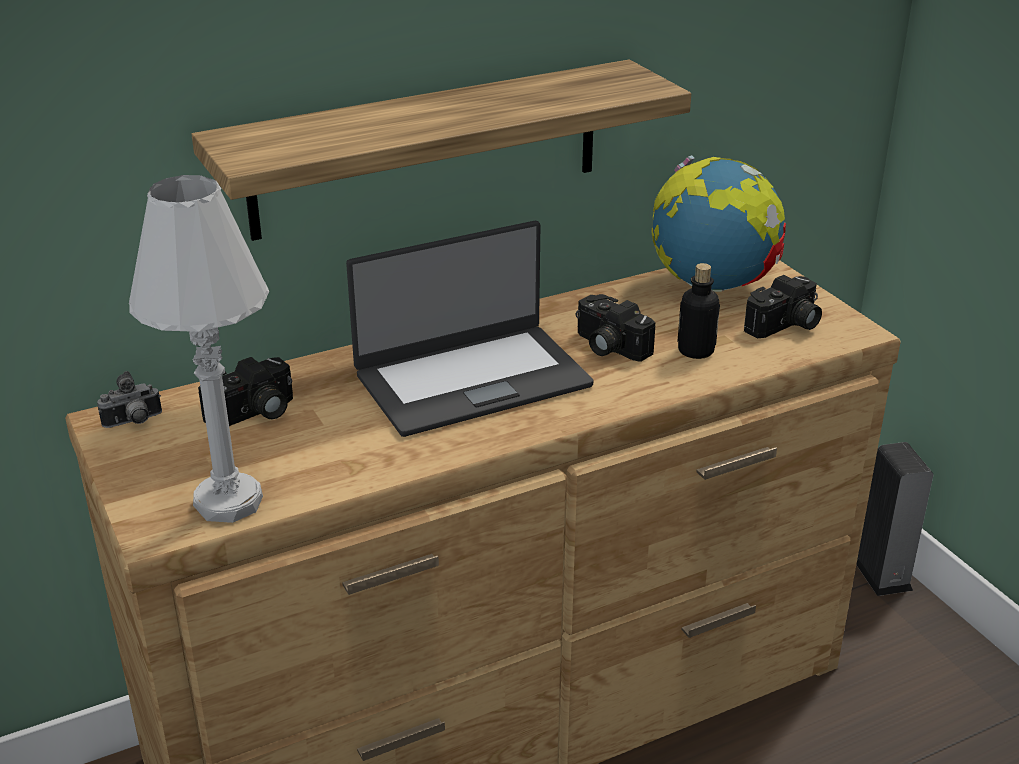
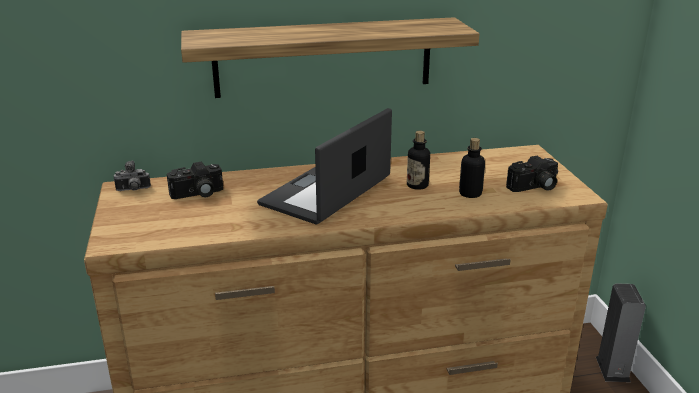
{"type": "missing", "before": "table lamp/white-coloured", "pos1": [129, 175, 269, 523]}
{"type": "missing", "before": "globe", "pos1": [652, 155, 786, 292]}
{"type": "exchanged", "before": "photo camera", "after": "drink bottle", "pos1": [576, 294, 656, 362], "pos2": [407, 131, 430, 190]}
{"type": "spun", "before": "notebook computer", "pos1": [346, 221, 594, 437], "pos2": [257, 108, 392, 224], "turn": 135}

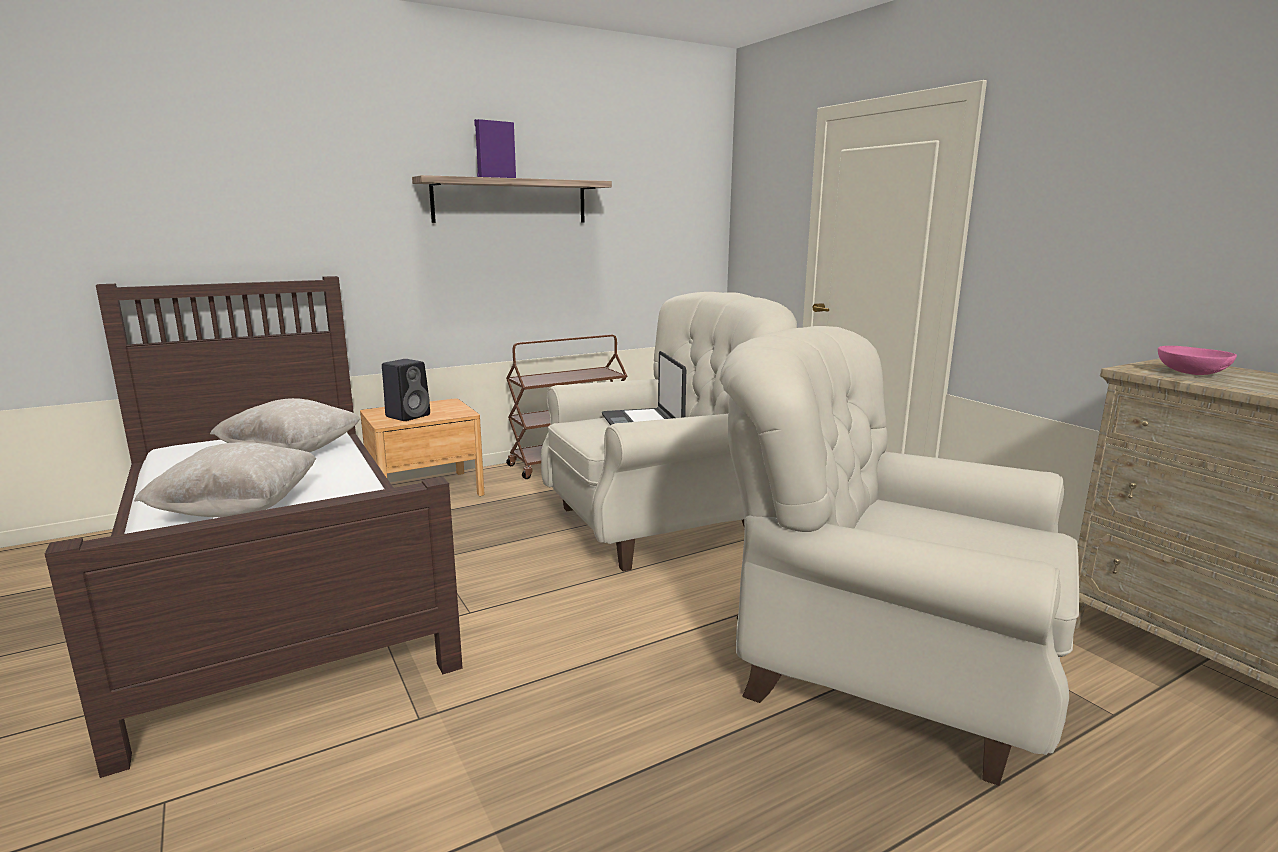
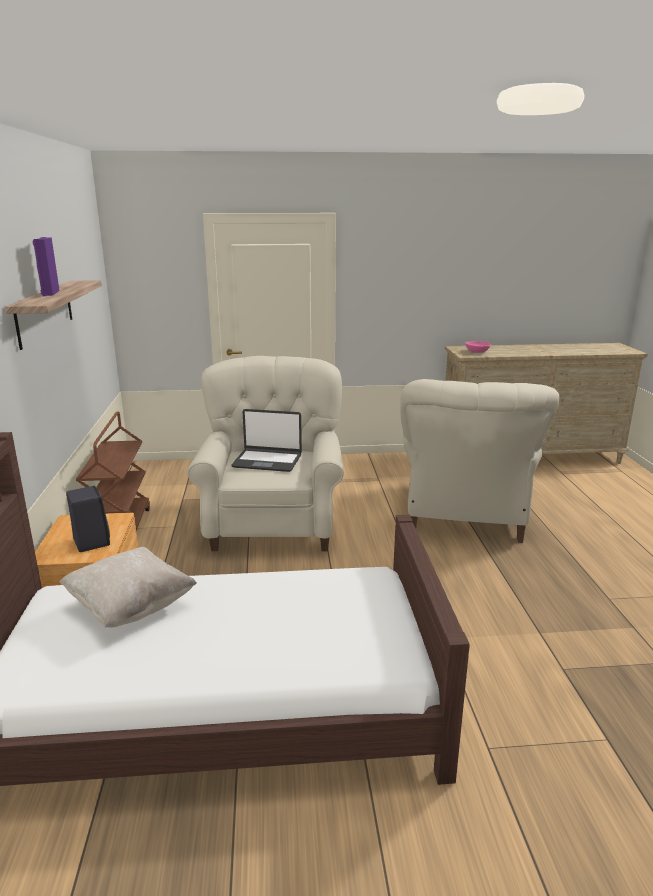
{"type": "missing", "before": "pillow/sand-coloured", "pos1": [134, 442, 316, 517]}
{"type": "spun", "before": "easy chair/sand-coloured", "pos1": [719, 326, 1079, 786], "pos2": [400, 379, 560, 543], "turn": -45}

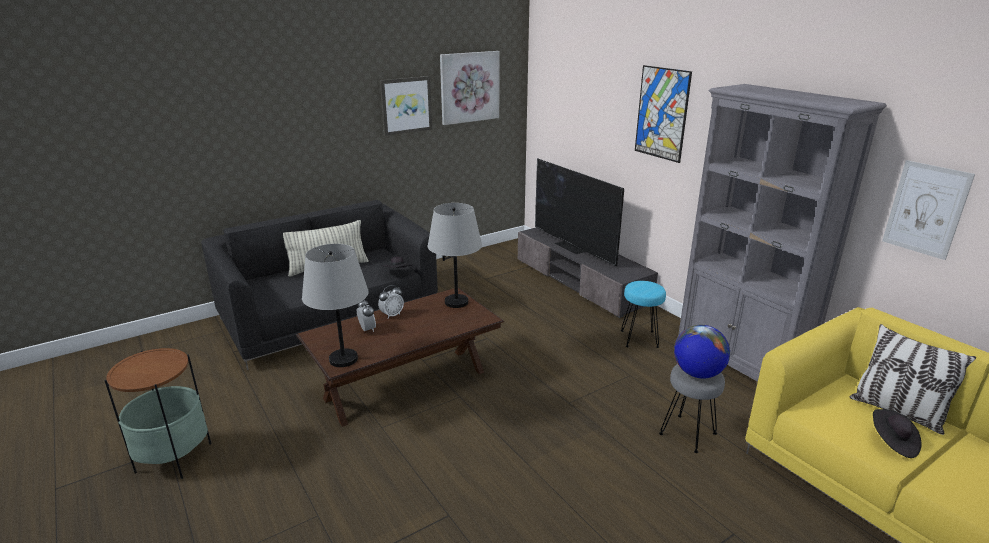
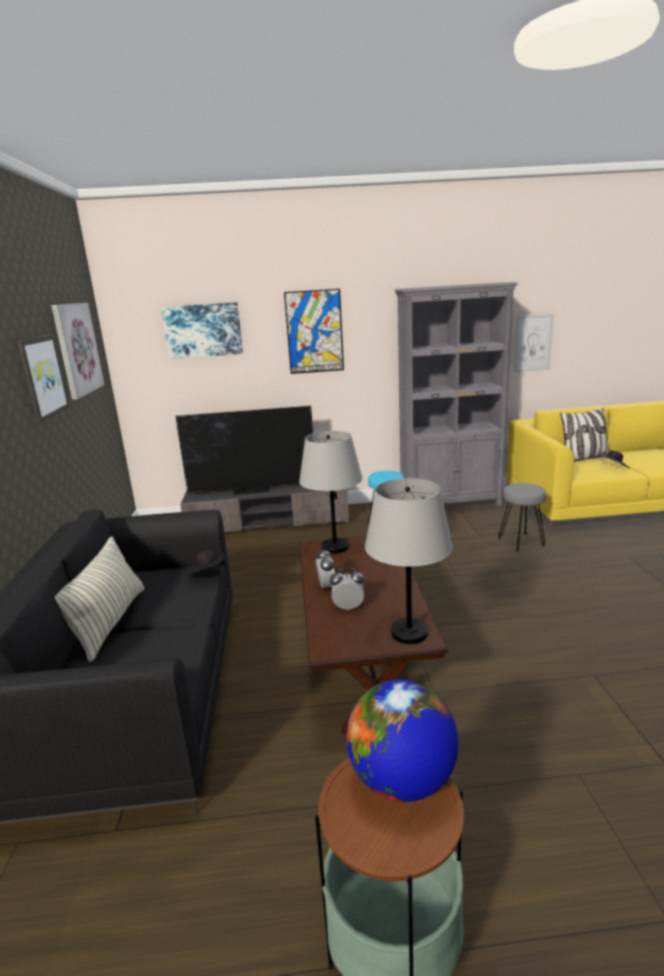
{"type": "appeared", "after": "picture", "pos2": [161, 302, 243, 359]}
{"type": "relocated", "before": "globe", "pos1": [674, 325, 730, 378], "pos2": [346, 679, 459, 802]}

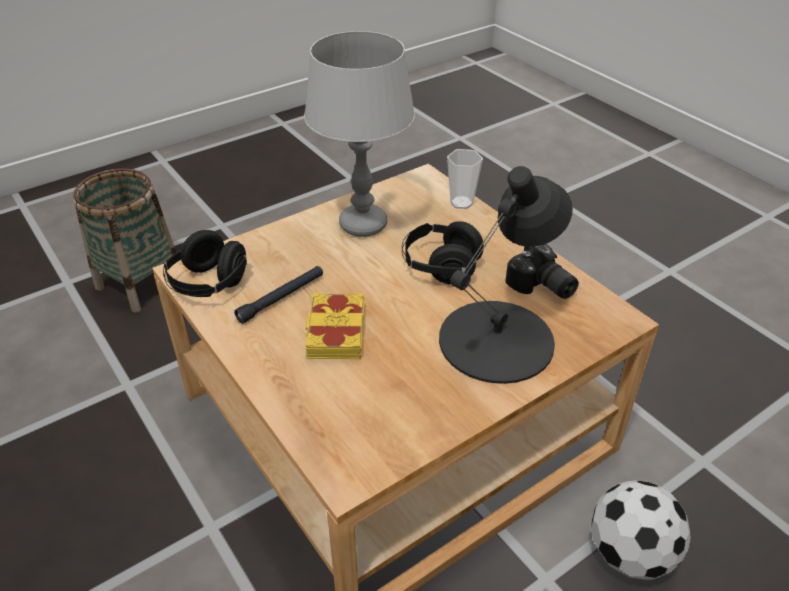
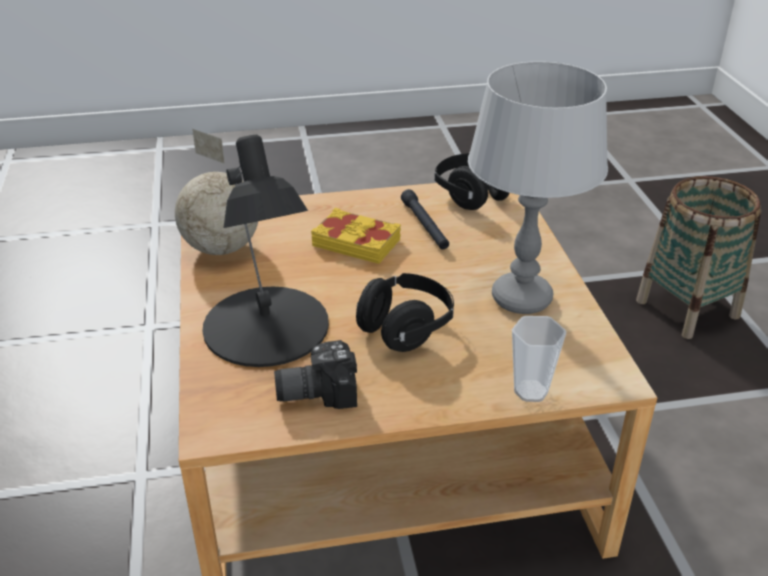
{"type": "missing", "before": "football", "pos1": [591, 480, 691, 579]}
{"type": "appeared", "after": "globe", "pos2": [175, 129, 258, 255]}

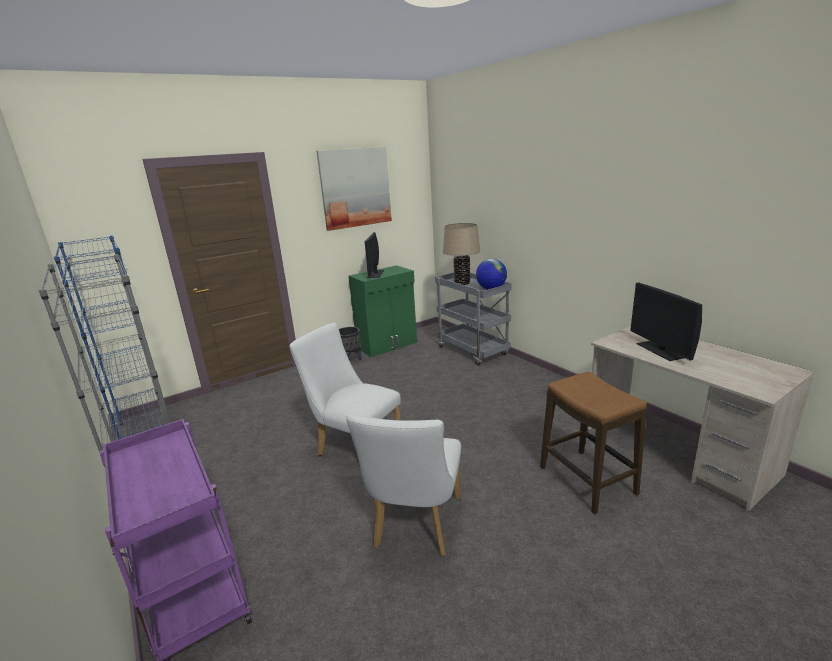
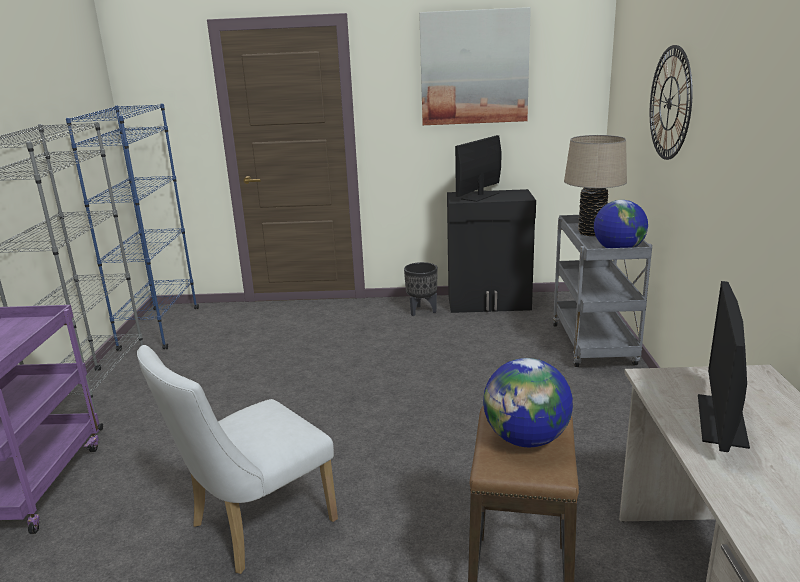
{"type": "missing", "before": "chair/white-coloured", "pos1": [289, 323, 401, 456]}
{"type": "appeared", "after": "globe", "pos2": [483, 358, 573, 448]}
{"type": "appeared", "after": "clock on the wall", "pos2": [650, 45, 693, 160]}
{"type": "colour", "before": "cabinet/green", "after": "cabinet/black-coloured", "pos1": [349, 265, 417, 357], "pos2": [447, 189, 536, 313]}

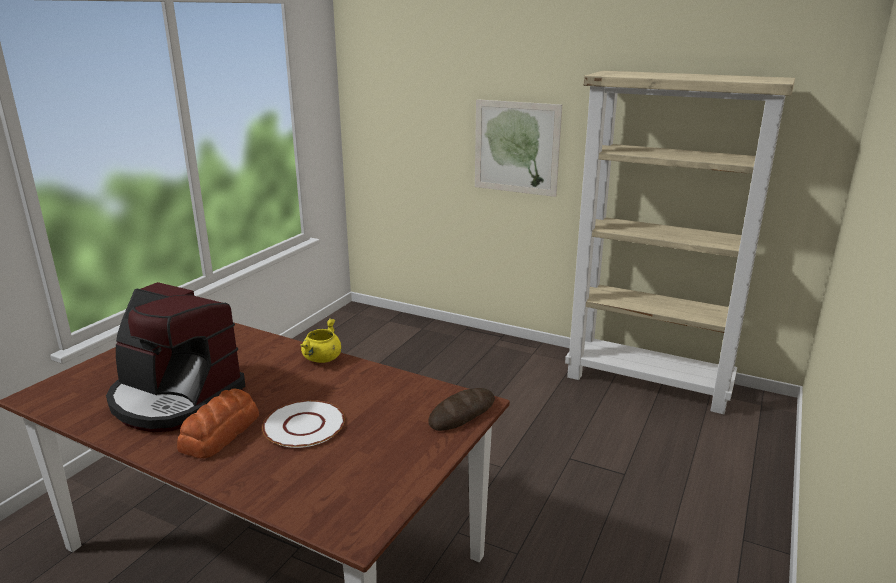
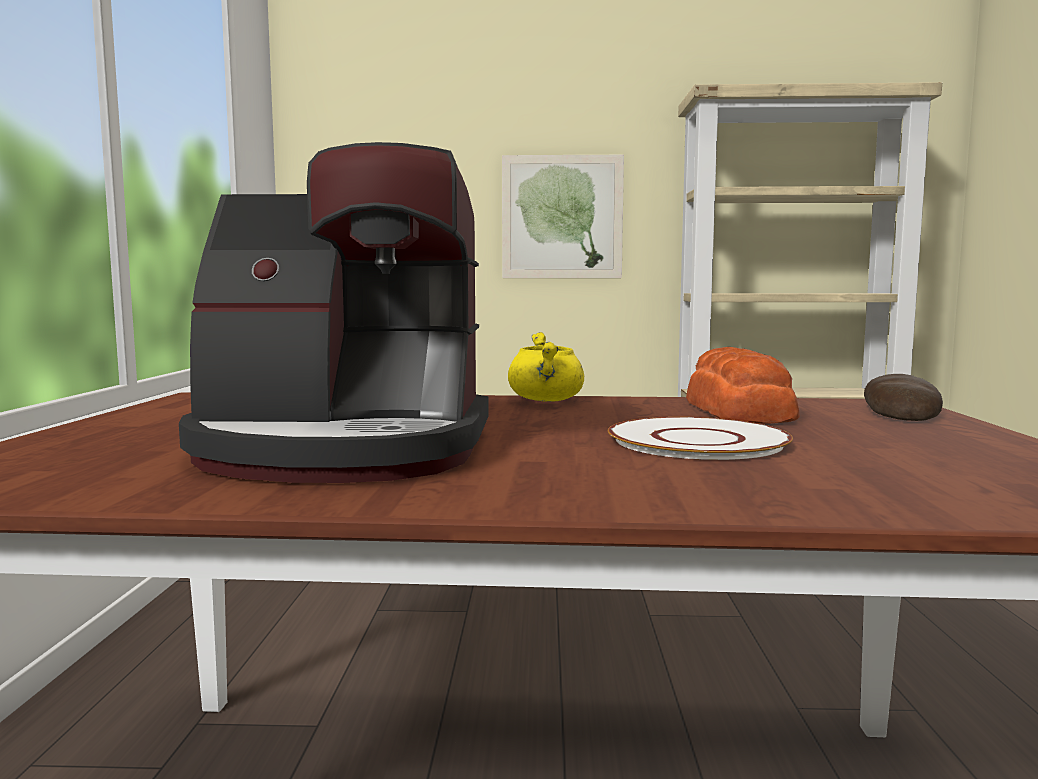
{"type": "relocated", "before": "baked bread", "pos1": [177, 389, 259, 458], "pos2": [686, 347, 800, 423]}

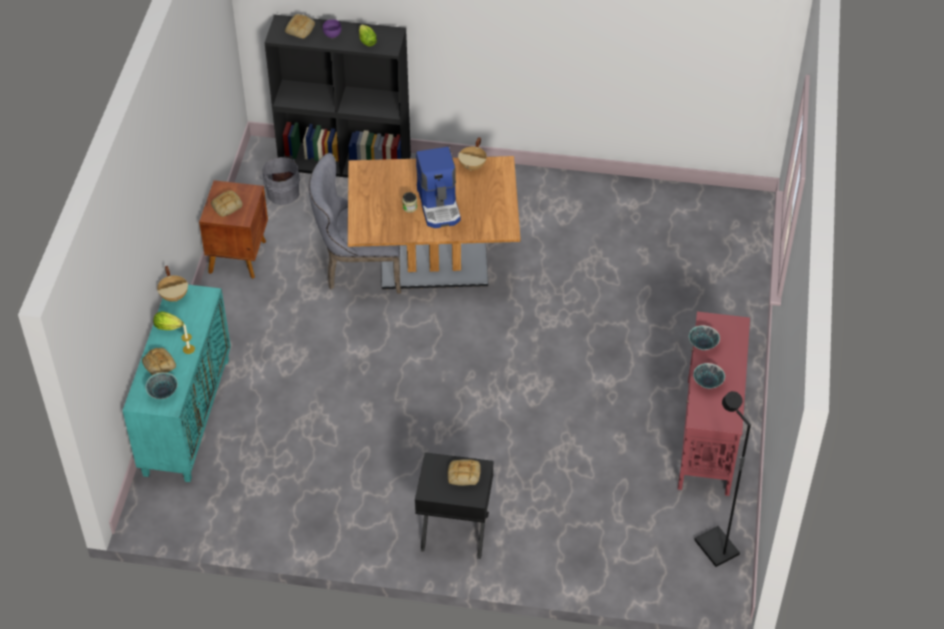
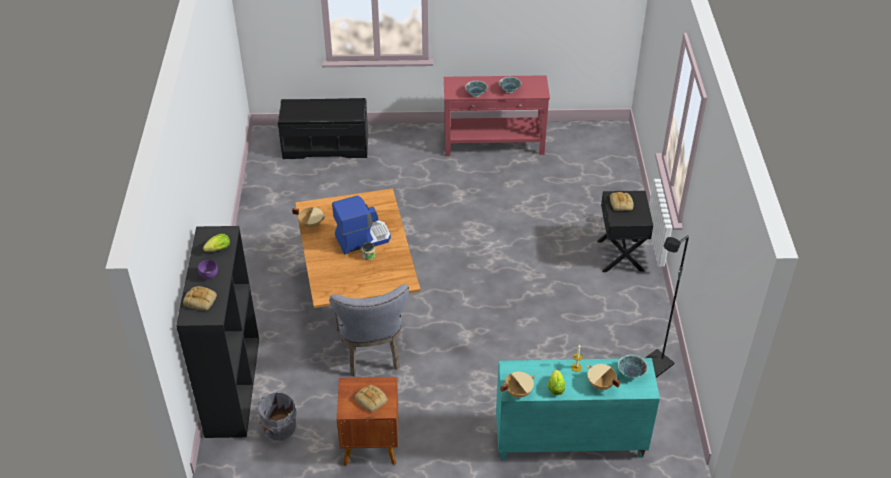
{"type": "appeared", "after": "bench/black-coloured", "pos2": [278, 98, 368, 159]}
{"type": "relocated", "before": "standard lamp/black-coloured", "pos1": [694, 391, 751, 567], "pos2": [645, 235, 689, 378]}
{"type": "exchanged", "before": "baked bread", "after": "stockpot/sand-coloured", "pos1": [142, 348, 176, 375], "pos2": [587, 364, 621, 390]}

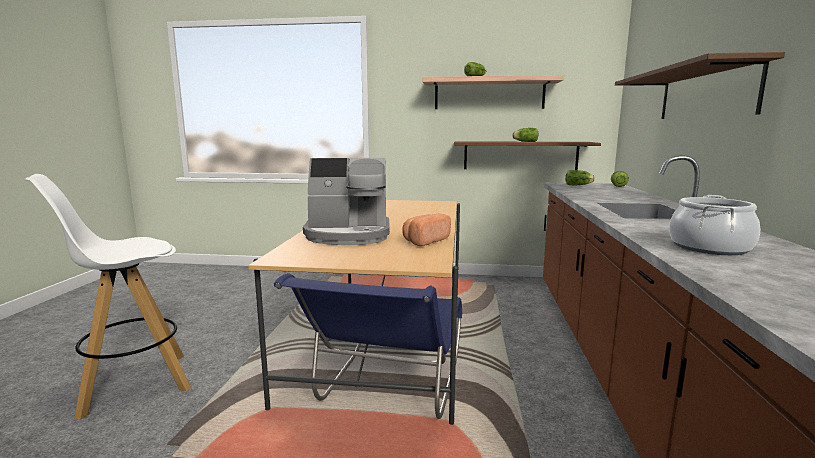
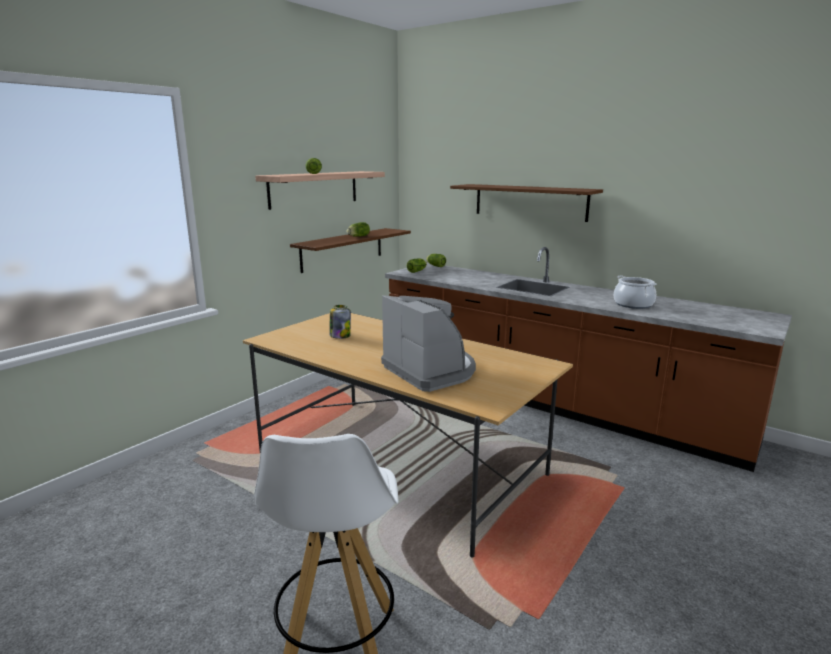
{"type": "missing", "before": "chair/bluish", "pos1": [274, 273, 462, 419]}
{"type": "missing", "before": "baked bread", "pos1": [403, 214, 451, 246]}
{"type": "appeared", "after": "jar", "pos2": [329, 305, 351, 339]}
{"type": "spun", "before": "coffee brewer", "pos1": [303, 158, 390, 245], "pos2": [381, 295, 476, 392], "turn": -60}

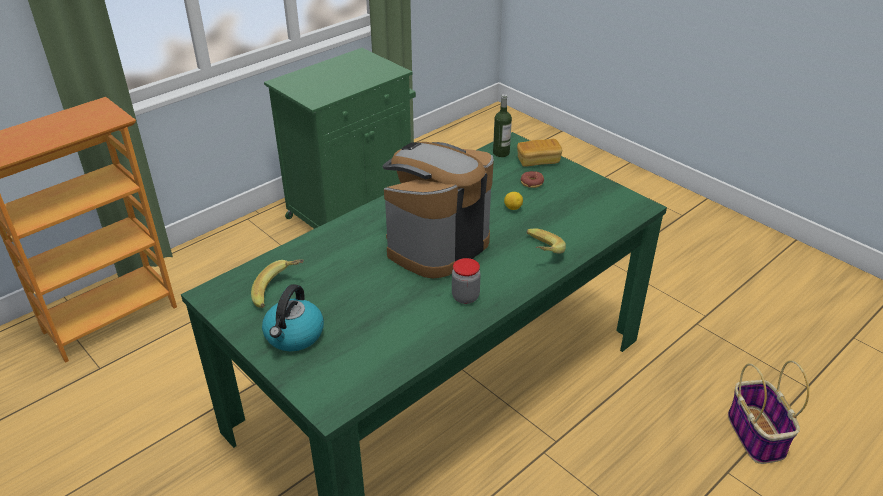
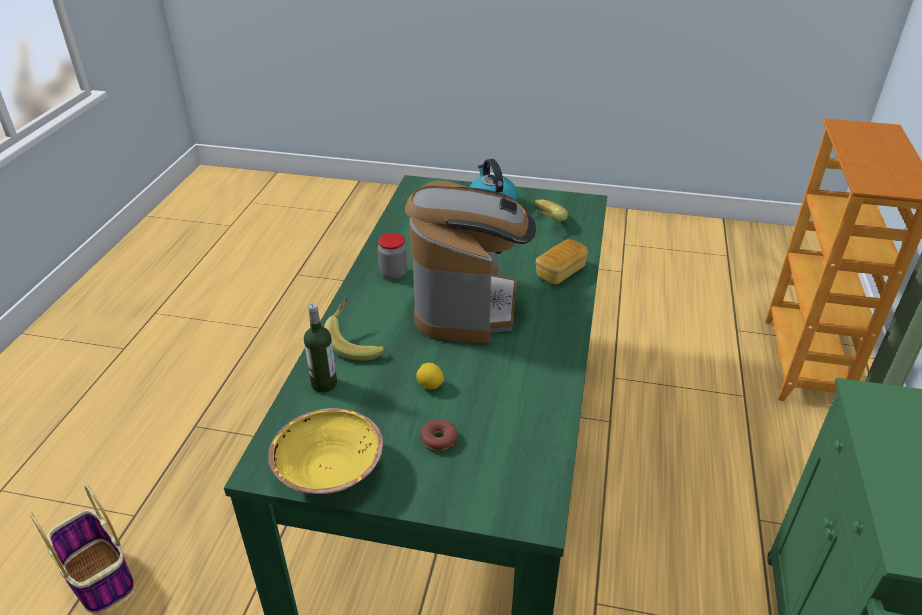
{"type": "appeared", "after": "bowl/yellow", "pos2": [268, 408, 383, 494]}
{"type": "relocated", "before": "drink bottle", "pos1": [493, 94, 512, 157], "pos2": [304, 304, 337, 393]}
{"type": "relocated", "before": "baked bread", "pos1": [517, 139, 562, 167], "pos2": [536, 239, 588, 284]}

